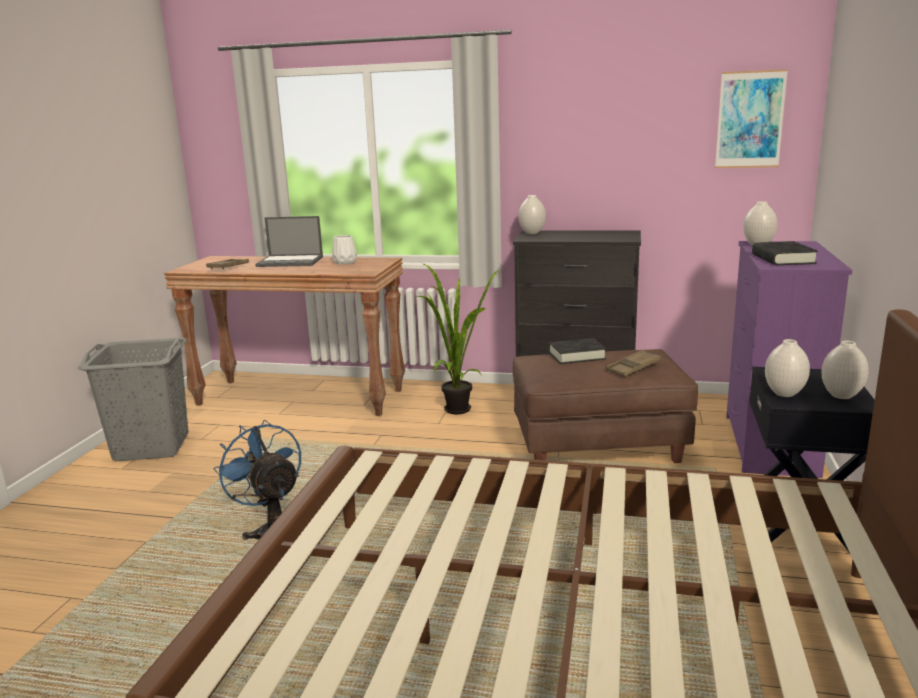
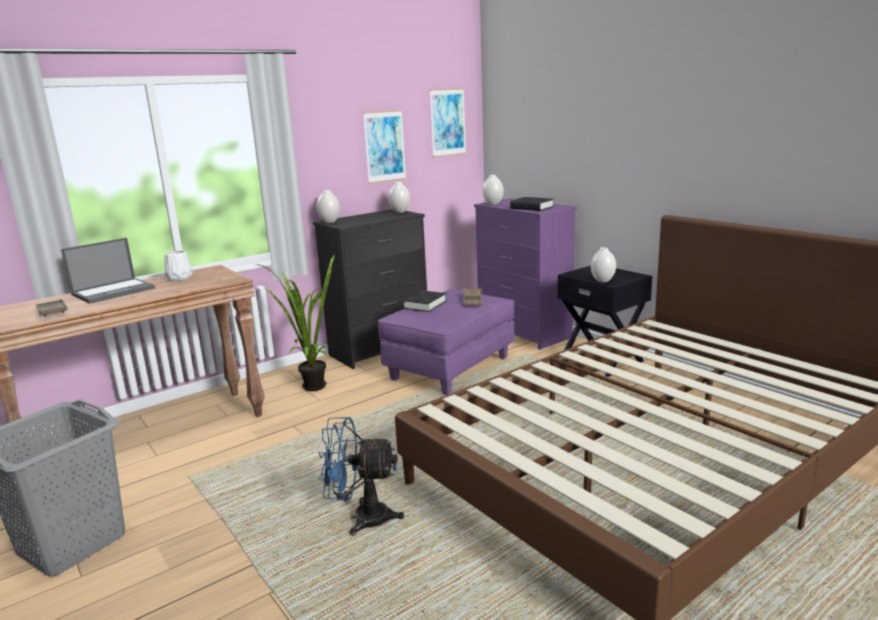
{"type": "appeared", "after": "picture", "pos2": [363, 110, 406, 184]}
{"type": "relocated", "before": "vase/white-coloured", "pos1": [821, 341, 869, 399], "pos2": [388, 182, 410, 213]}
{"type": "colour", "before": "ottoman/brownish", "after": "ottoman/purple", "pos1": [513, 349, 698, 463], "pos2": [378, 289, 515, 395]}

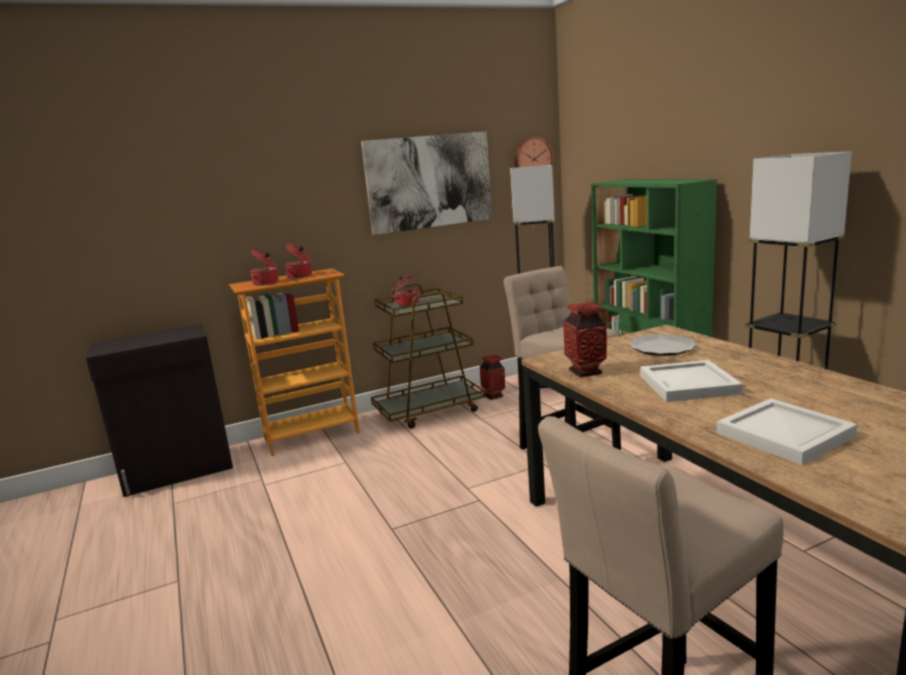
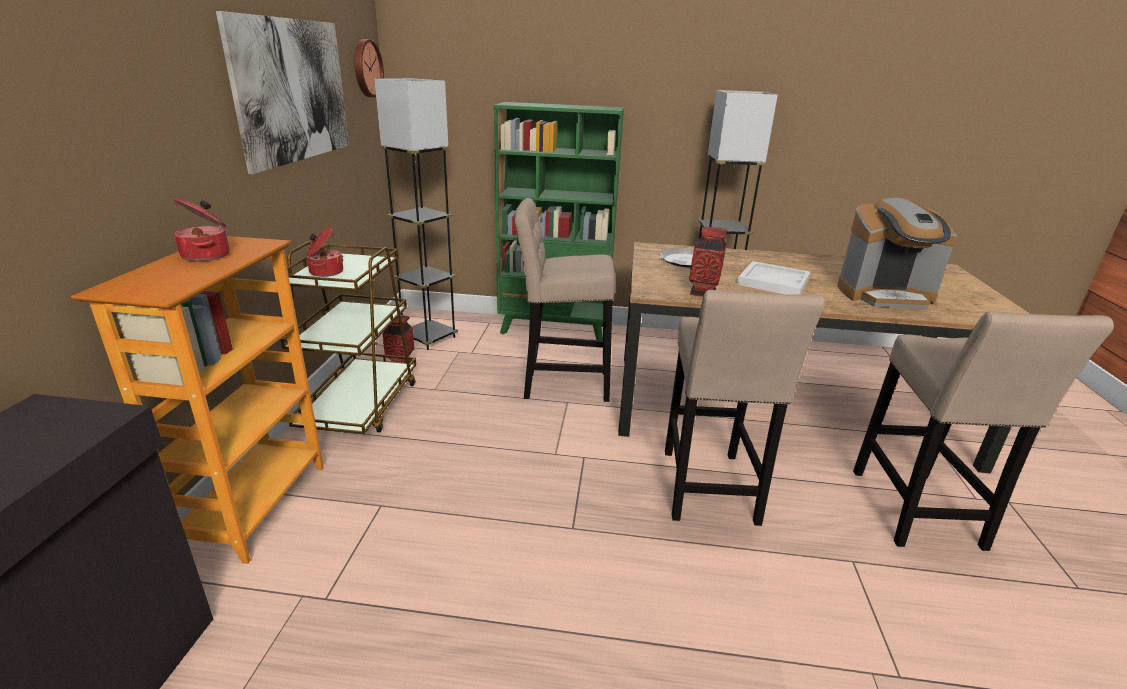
{"type": "missing", "before": "stockpot", "pos1": [251, 250, 279, 286]}
{"type": "appeared", "after": "stool seat/sand-coloured", "pos2": [665, 290, 824, 526]}
{"type": "exchanged", "before": "tray/white-coloured", "after": "coffee brewer", "pos1": [716, 398, 858, 465], "pos2": [837, 198, 957, 309]}

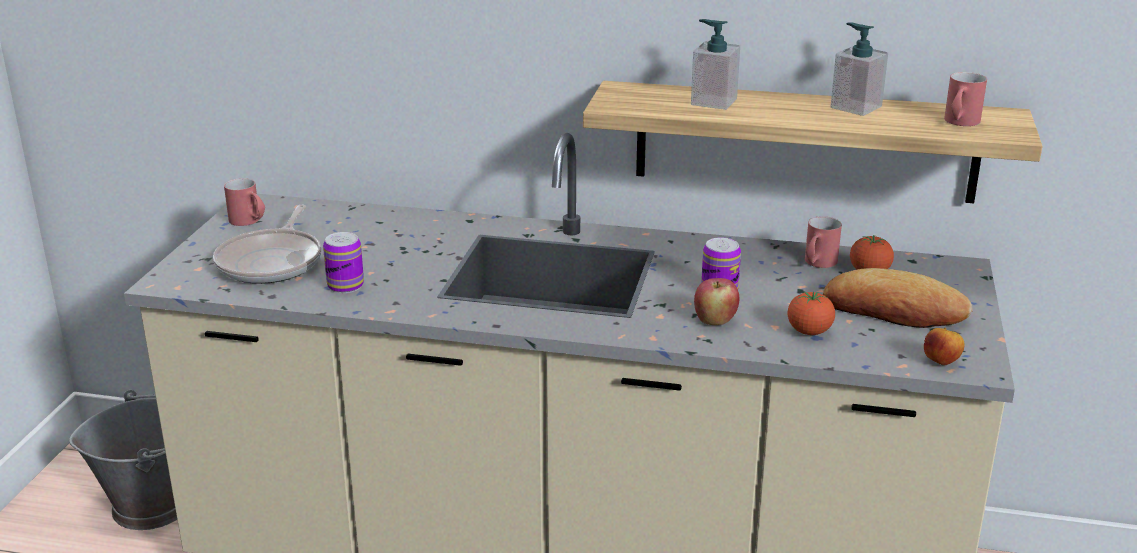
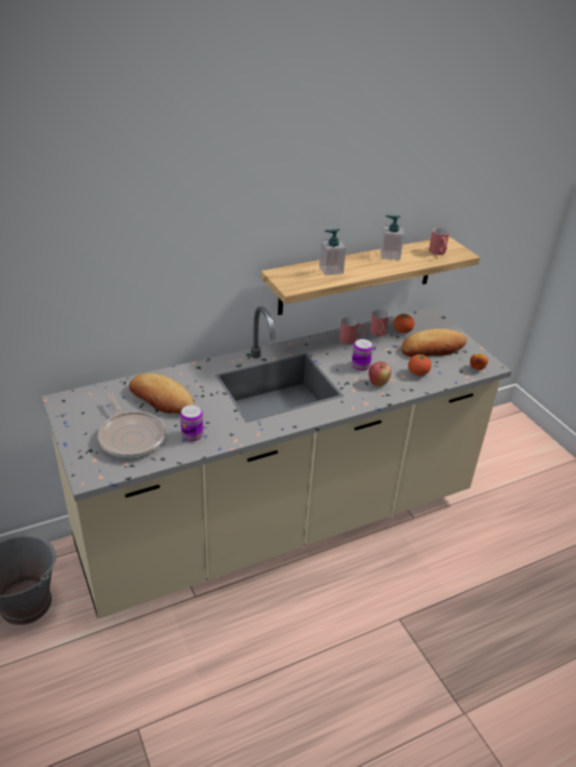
{"type": "appeared", "after": "baked bread", "pos2": [129, 373, 194, 414]}
{"type": "relocated", "before": "coffee mug/red-coloured", "pos1": [224, 178, 265, 226], "pos2": [339, 317, 366, 344]}

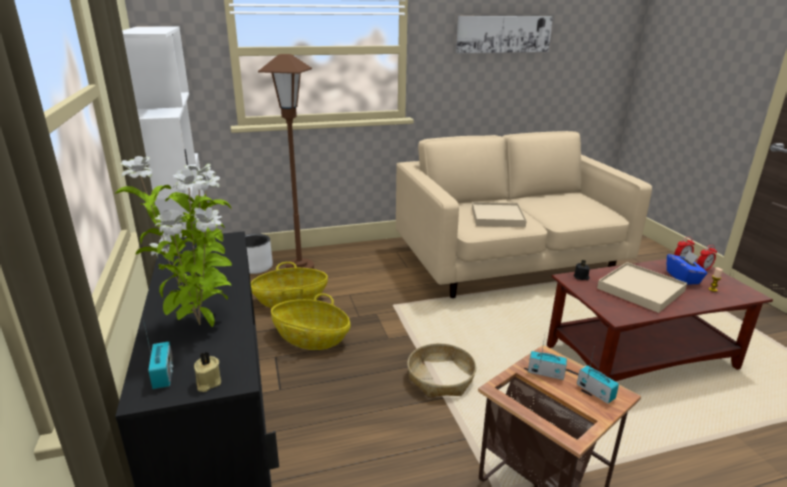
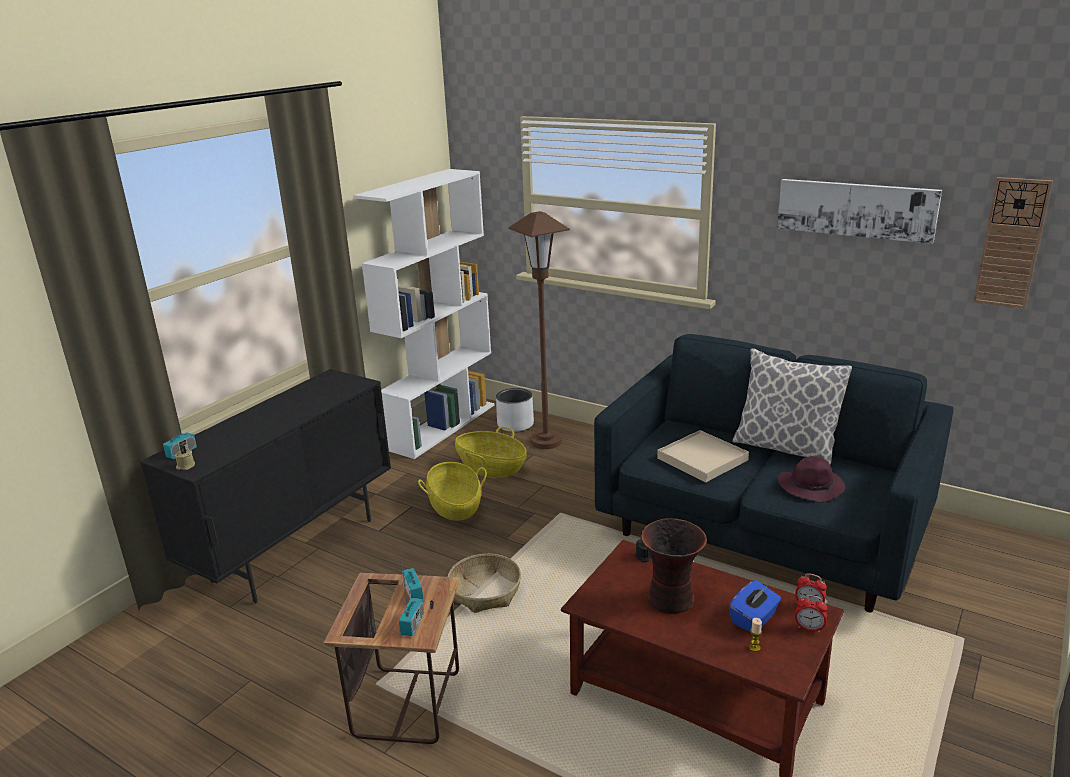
{"type": "missing", "before": "potted plant", "pos1": [115, 156, 232, 327]}
{"type": "appeared", "after": "pillow", "pos2": [732, 348, 852, 465]}
{"type": "appeared", "after": "clothing hat/purple", "pos2": [778, 456, 845, 502]}
{"type": "appeared", "after": "clock on the wall", "pos2": [973, 177, 1053, 309]}
{"type": "exchanged", "before": "tray/sand-coloured", "after": "vase", "pos1": [597, 262, 687, 313], "pos2": [641, 518, 707, 614]}
{"type": "colour", "before": "settee/sand-coloured", "after": "settee/bluish", "pos1": [396, 131, 652, 298], "pos2": [594, 334, 954, 613]}

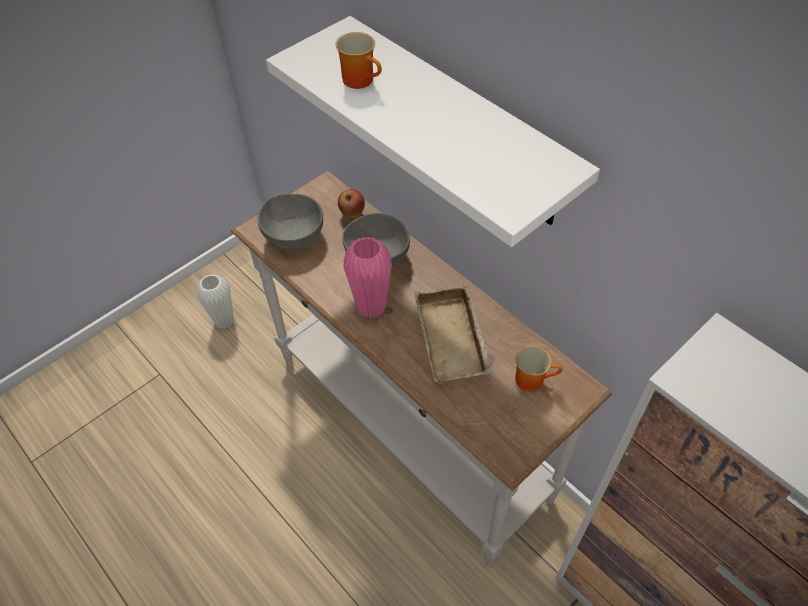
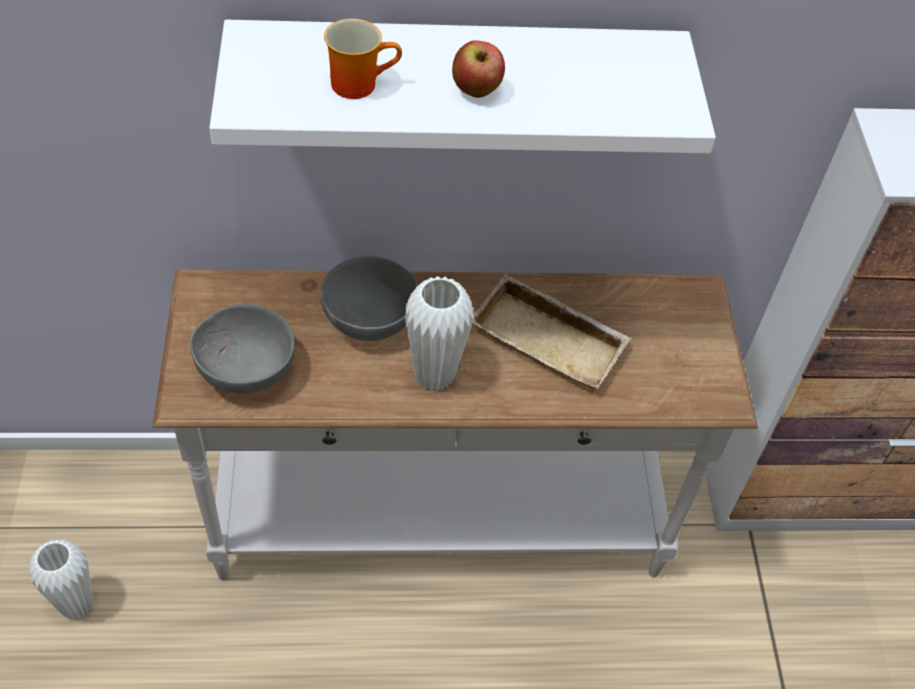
{"type": "missing", "before": "coffee mug", "pos1": [515, 346, 562, 392]}
{"type": "relocated", "before": "whole apple", "pos1": [338, 189, 365, 218], "pos2": [452, 40, 505, 98]}
{"type": "colour", "before": "vase/pinkish", "after": "vase/white-coloured", "pos1": [343, 236, 392, 319], "pos2": [405, 276, 474, 391]}

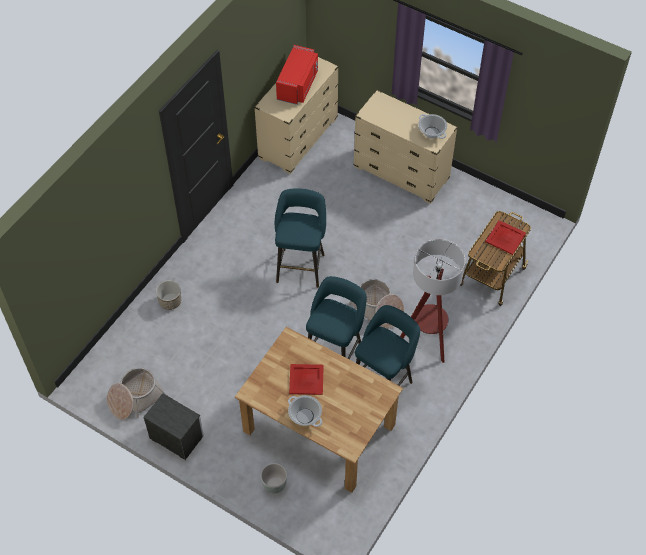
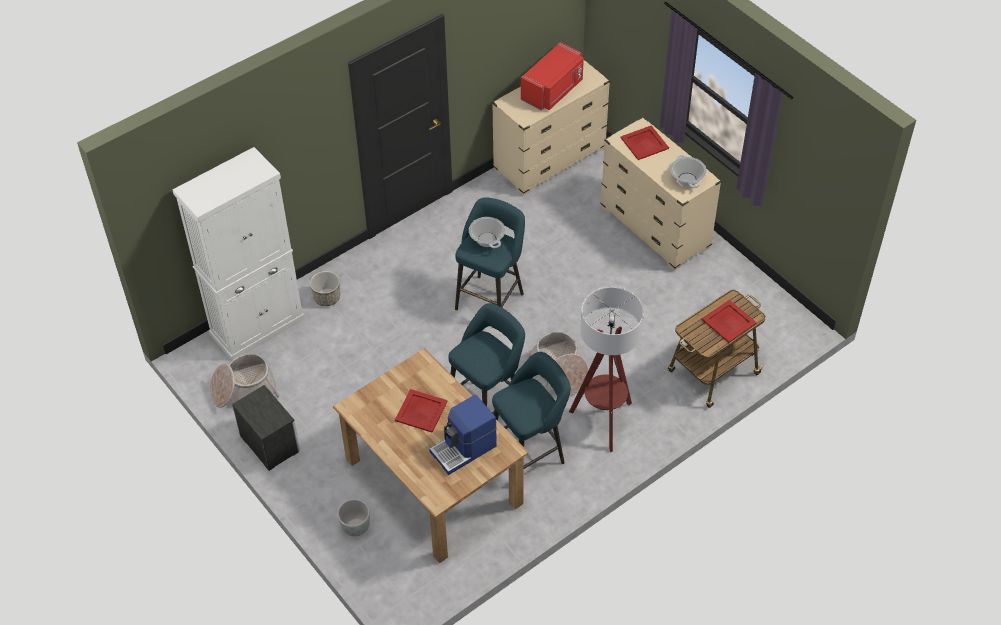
{"type": "appeared", "after": "cabinet/white-coloured", "pos2": [173, 147, 305, 360]}
{"type": "appeared", "after": "coffee brewer", "pos2": [429, 395, 497, 475]}
{"type": "appeared", "after": "tray/red-coloured", "pos2": [621, 125, 669, 160]}
{"type": "relocated", "before": "stockpot", "pos1": [288, 395, 322, 427], "pos2": [469, 217, 505, 248]}

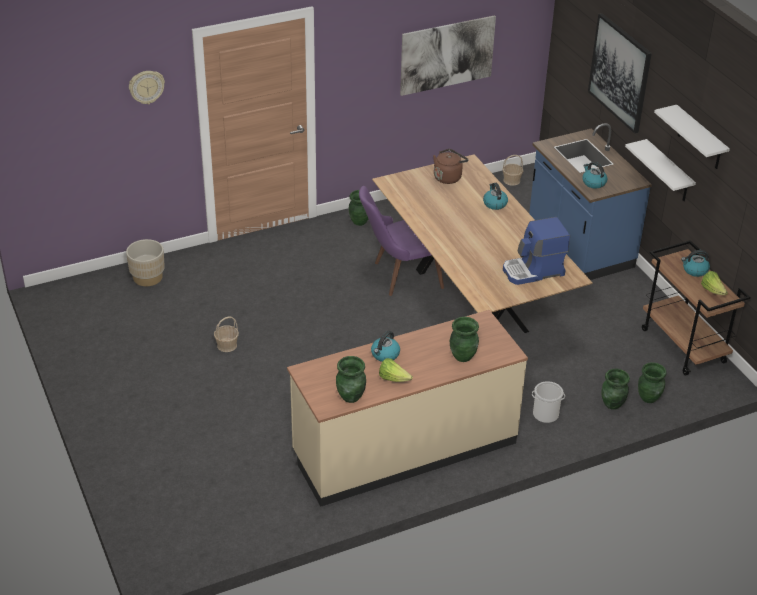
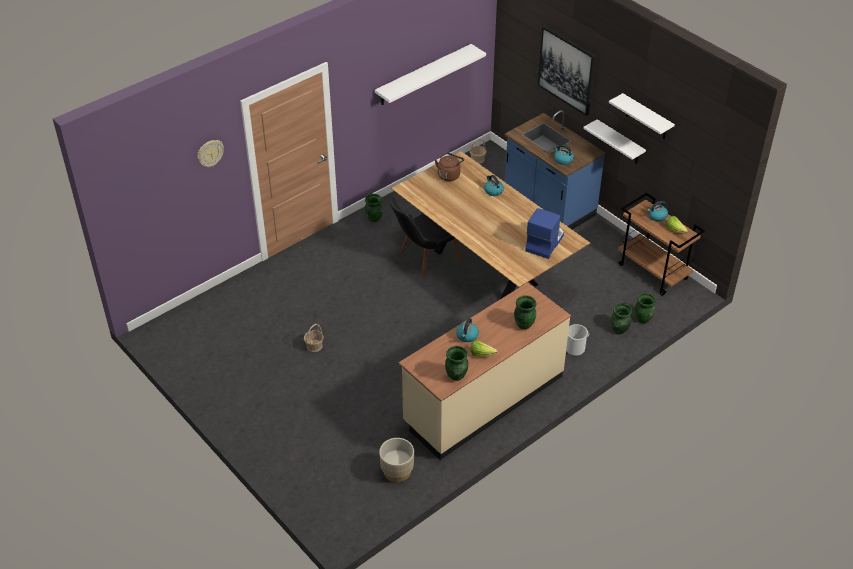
{"type": "relocated", "before": "plant pot/sand-coloured", "pos1": [126, 239, 165, 286], "pos2": [379, 438, 414, 482]}
{"type": "exchanged", "before": "picture", "after": "wall shelf/white-coloured", "pos1": [400, 15, 496, 96], "pos2": [375, 44, 486, 105]}
{"type": "colour", "before": "chair/purple", "after": "chair/black-coloured", "pos1": [359, 186, 444, 296], "pos2": [390, 197, 461, 277]}
{"type": "spun", "before": "coffee brewer", "pos1": [503, 217, 570, 285], "pos2": [525, 208, 564, 259], "turn": 150}

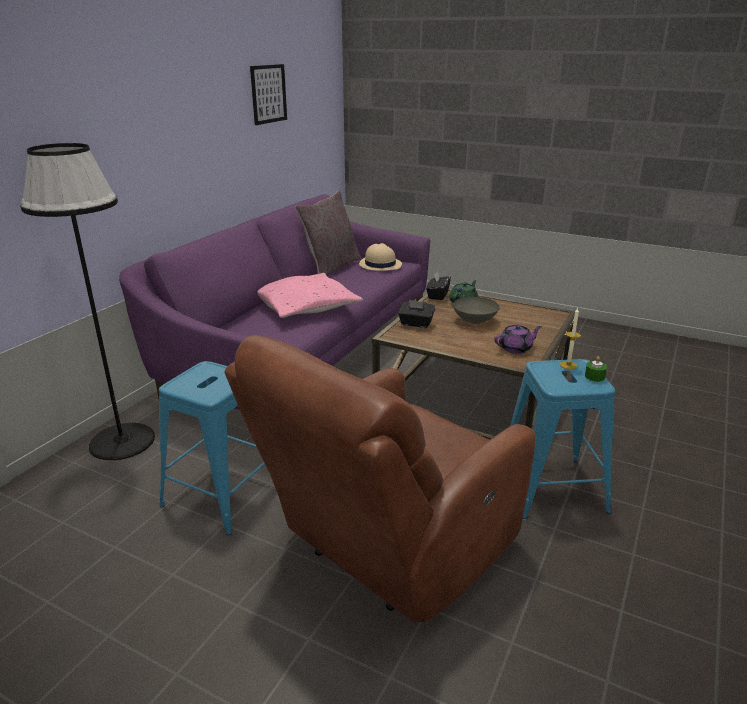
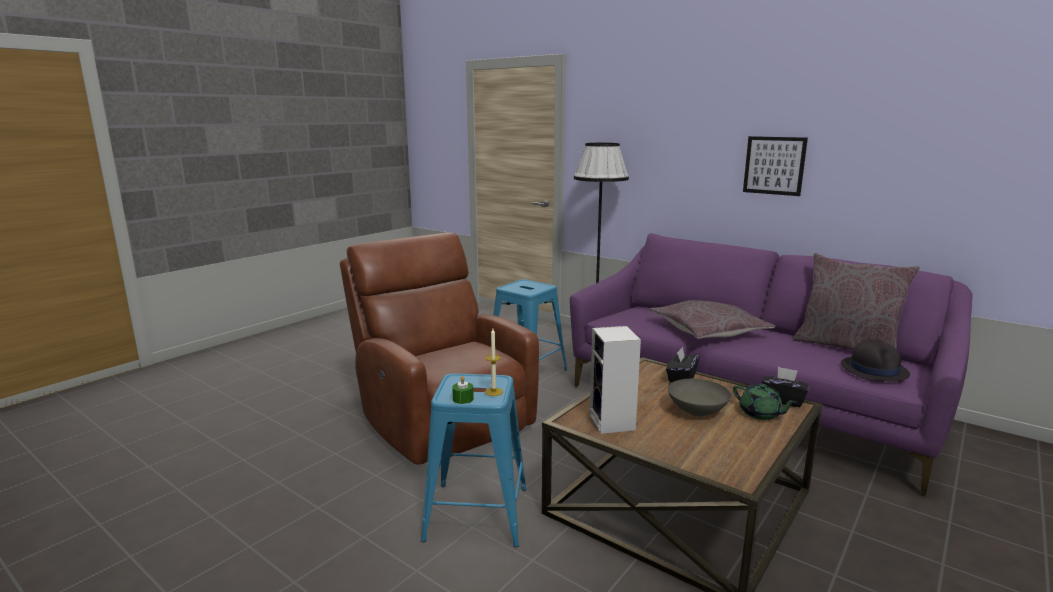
{"type": "relocated", "before": "picture", "pos1": [250, 64, 287, 125], "pos2": [743, 136, 808, 196]}
{"type": "exchanged", "before": "pot for tea/purple", "after": "audio speaker", "pos1": [494, 324, 542, 354], "pos2": [589, 326, 641, 434]}
{"type": "colour", "before": "pillow/pinkish", "after": "pillow/gray", "pos1": [257, 273, 363, 318], "pos2": [649, 300, 775, 339]}
{"type": "colour", "before": "clothing hat/sand-coloured", "after": "clothing hat/black-coloured", "pos1": [359, 243, 402, 271], "pos2": [841, 339, 910, 381]}

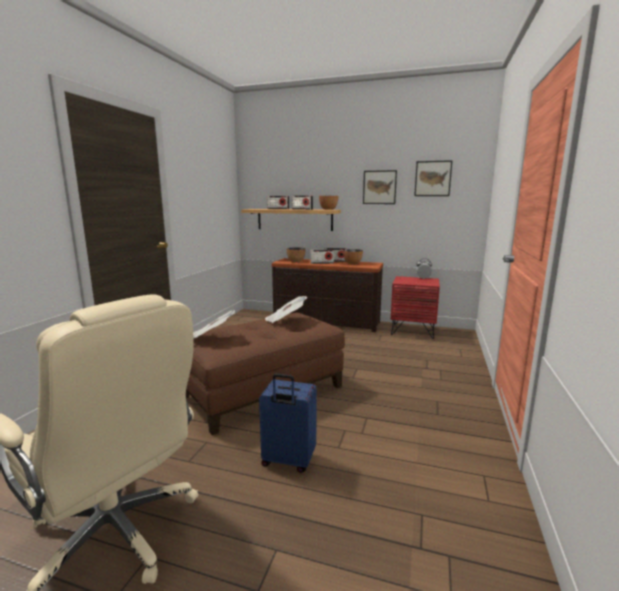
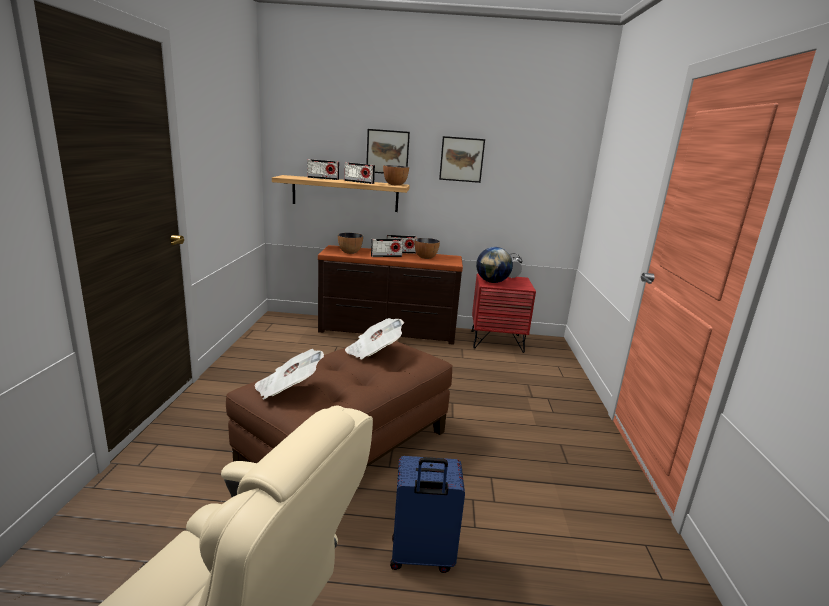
{"type": "appeared", "after": "globe", "pos2": [476, 247, 513, 283]}
{"type": "relocated", "before": "picture", "pos1": [414, 160, 453, 196], "pos2": [366, 129, 410, 174]}

